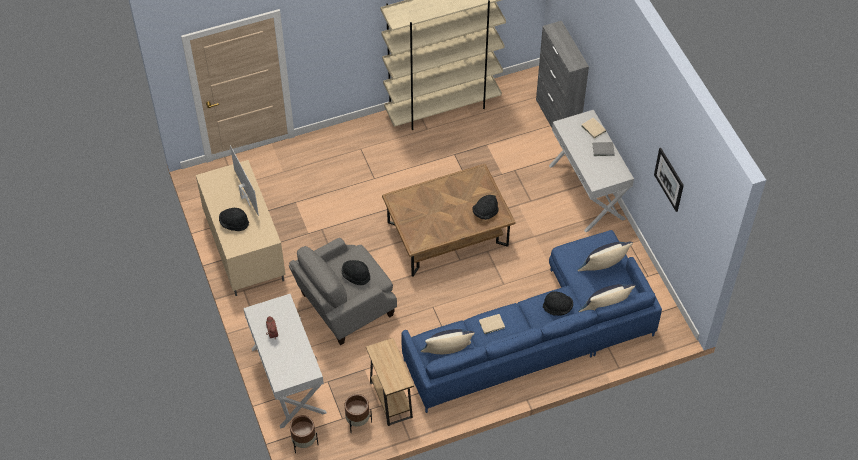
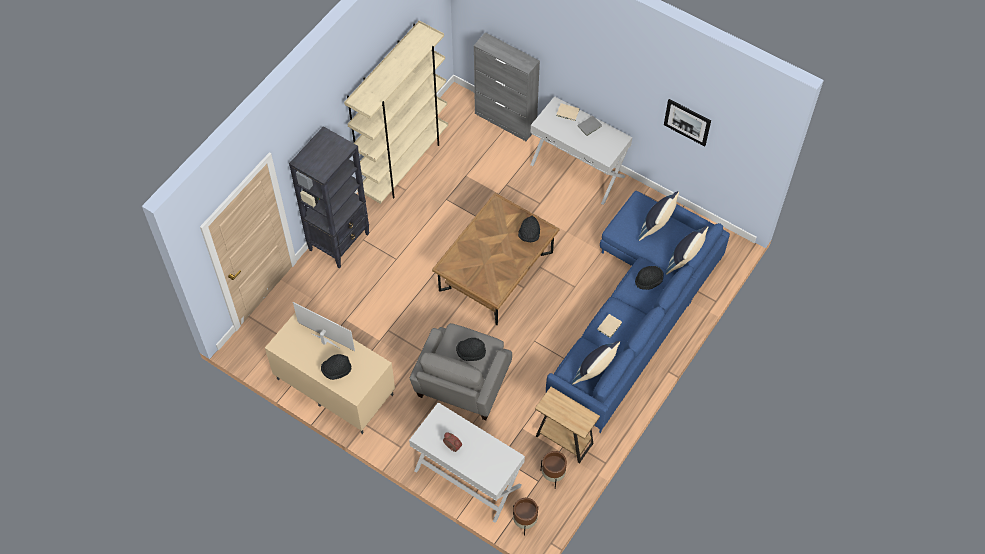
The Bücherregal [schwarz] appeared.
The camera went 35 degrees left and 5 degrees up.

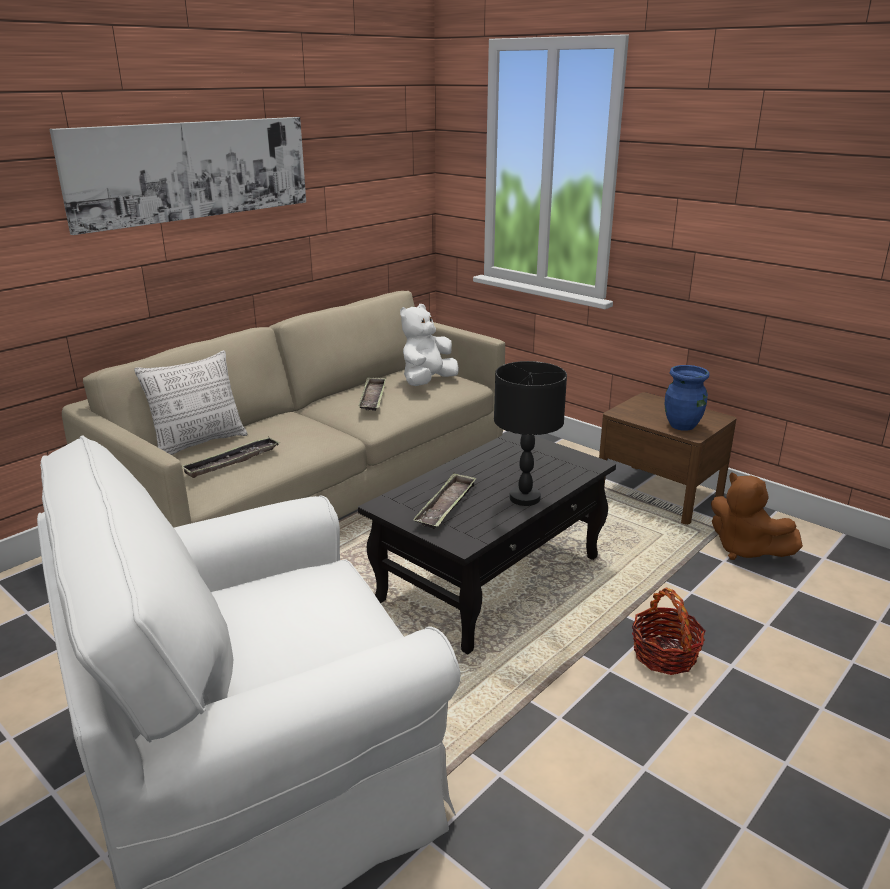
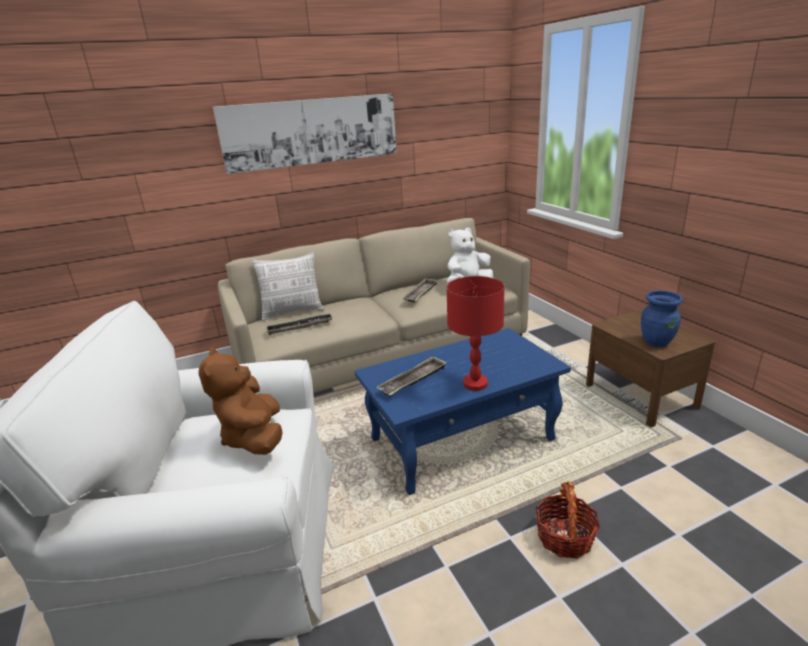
The Plüschtier [braun] moved.
The Couchtisch [schwarz] became the Couchtisch [blau].
The Tischlampe [schwarz] became the Tischlampe [rot].
The camera went 25 degrees right and 0 degrees up.

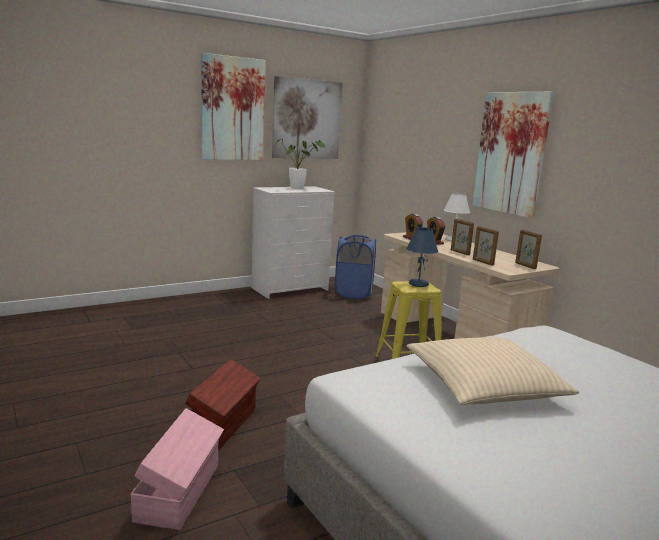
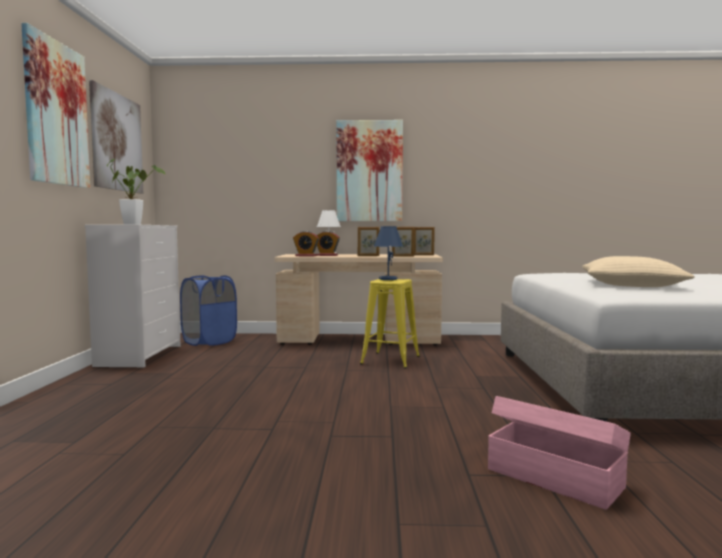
The Aufbewahrungsbox [braun] disappeared.
The camera went 55 degrees left and 10 degrees down.

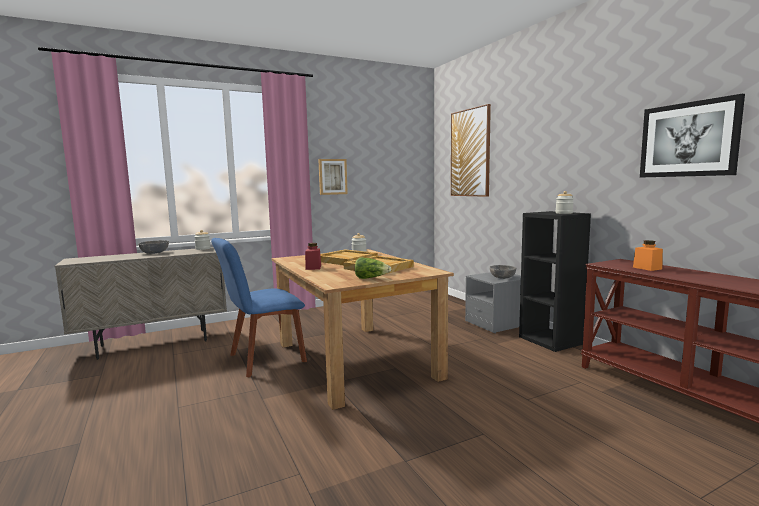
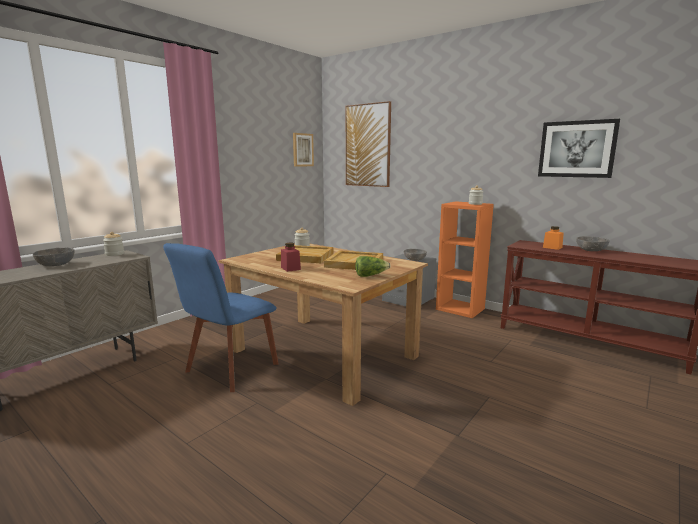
The Bild (no. 1 from left) moved.
The Bücherregal [schwarz] became the Bücherregal [orange].
The Schüssel [grau] (no. 3 from left) appeared.
The camera went 25 degrees left and 5 degrees up.

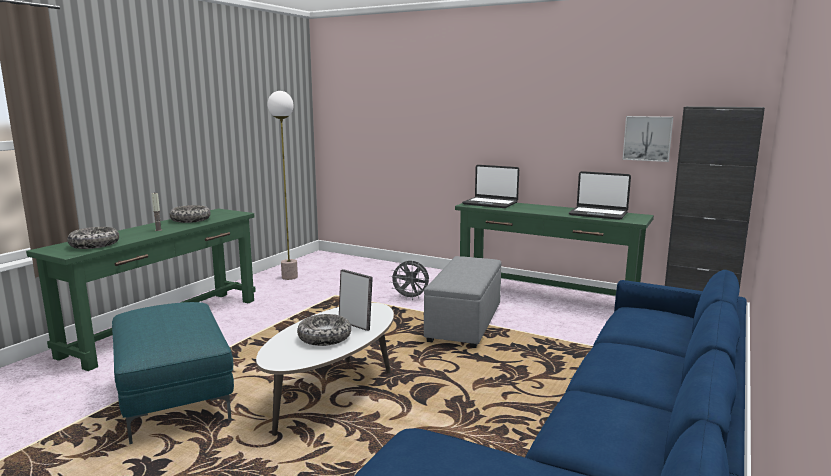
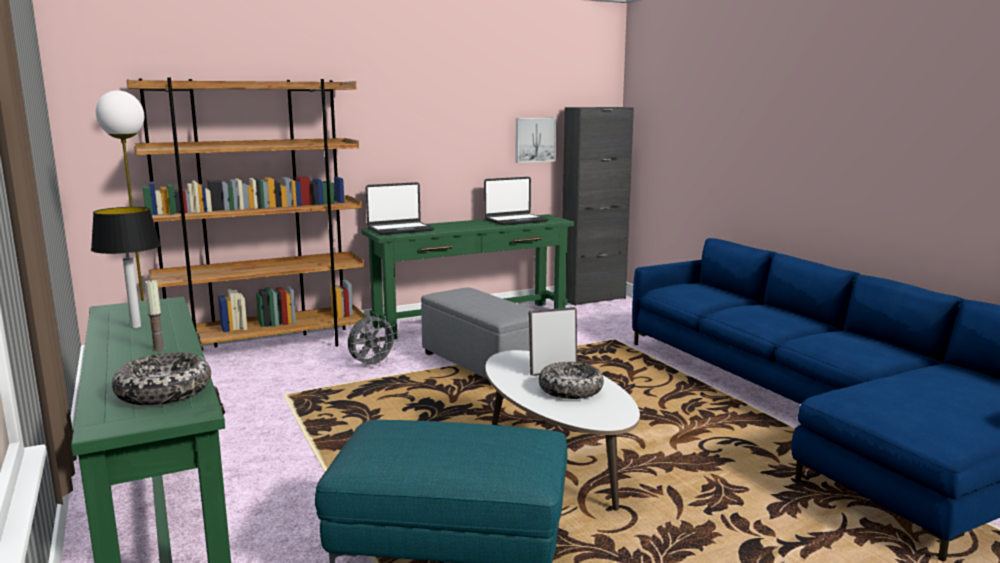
The Schüssel (no. 2 from left) was replaced by the Tischlampe.
The Bücherregal [braun] appeared.
The camera went 55 degrees left and 0 degrees up.

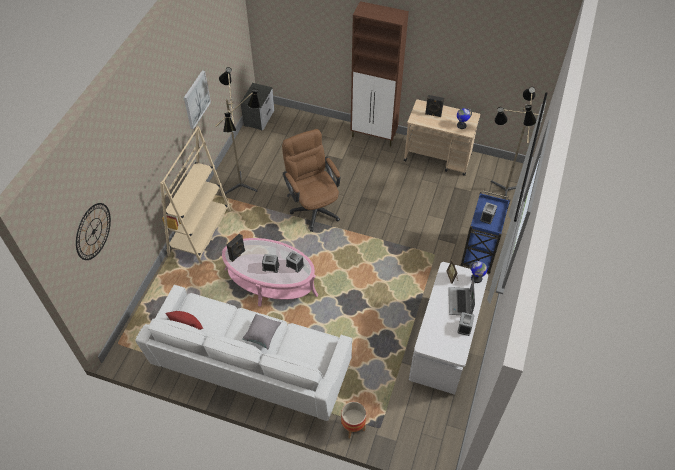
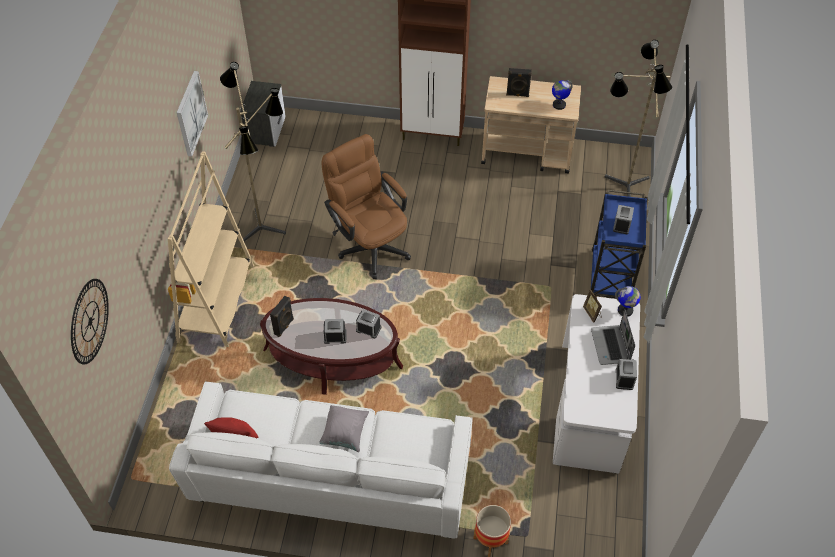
The Couchtisch [rosa] became the Couchtisch [braun].
The camera went 10 degrees left and 0 degrees up.

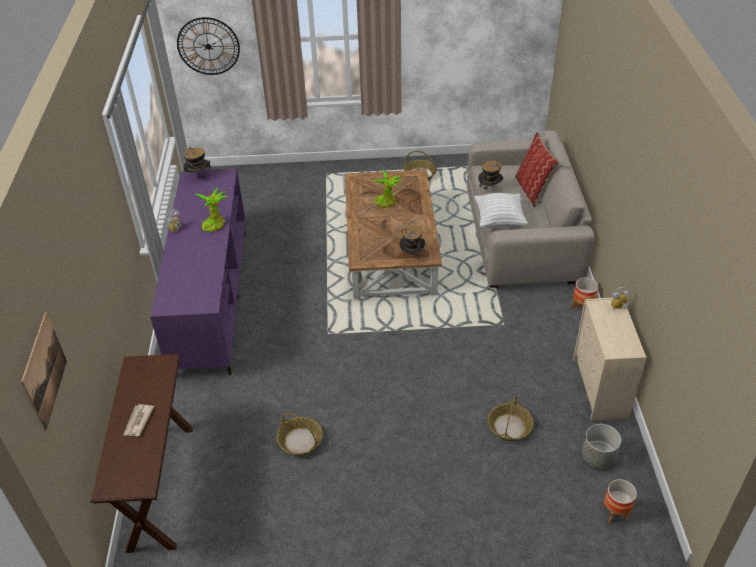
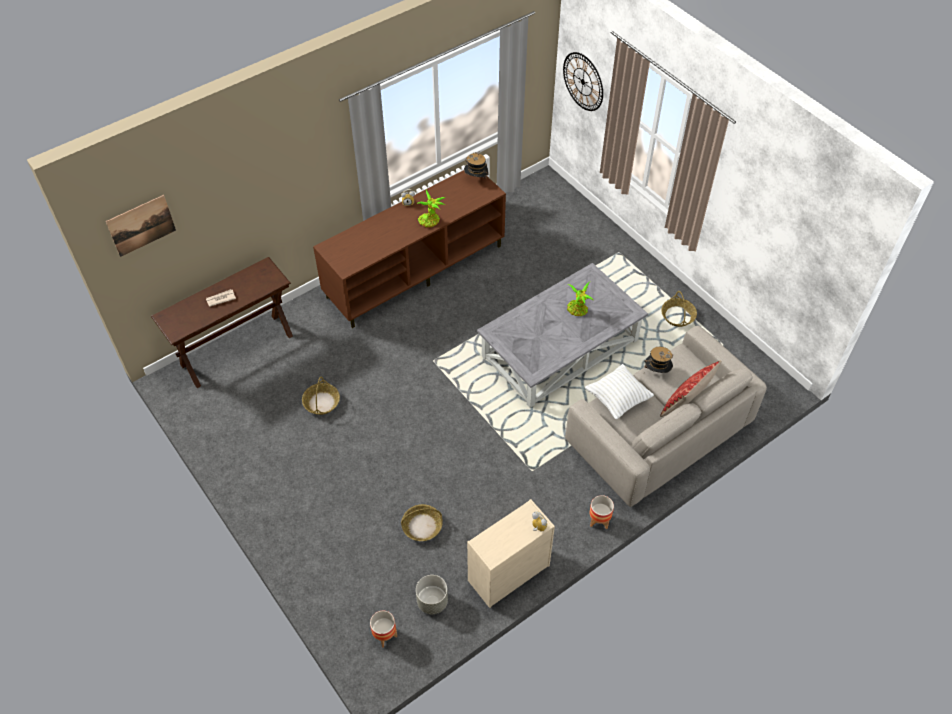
The Fernsehschrank [lila] became the Fernsehschrank [braun].
The Couchtisch [braun] became the Couchtisch [grau].
The Hut (no. 2 from left) disappeared.
The camera went 55 degrees right and 10 degrees up.

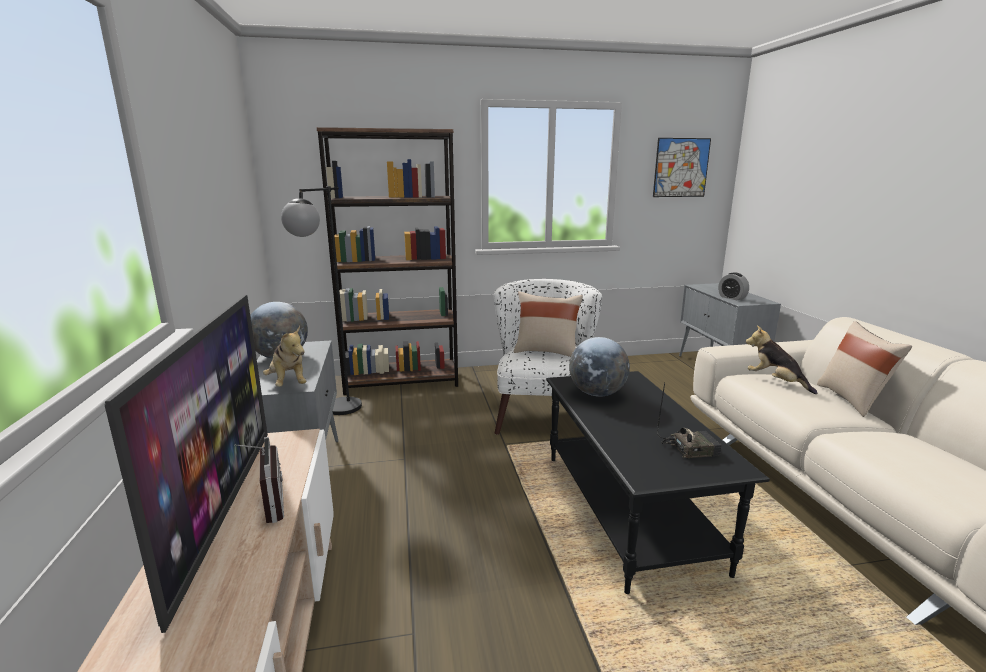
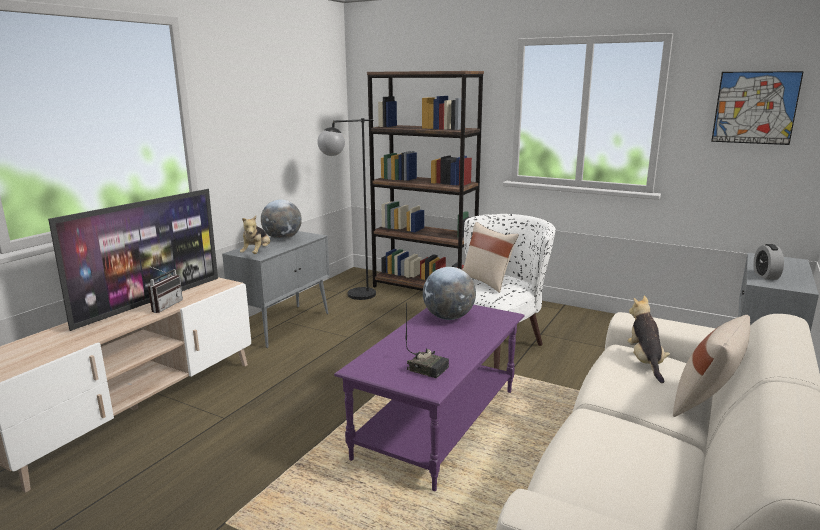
The Couchtisch [schwarz] became the Couchtisch [lila].
The camera went 40 degrees right and 0 degrees up.

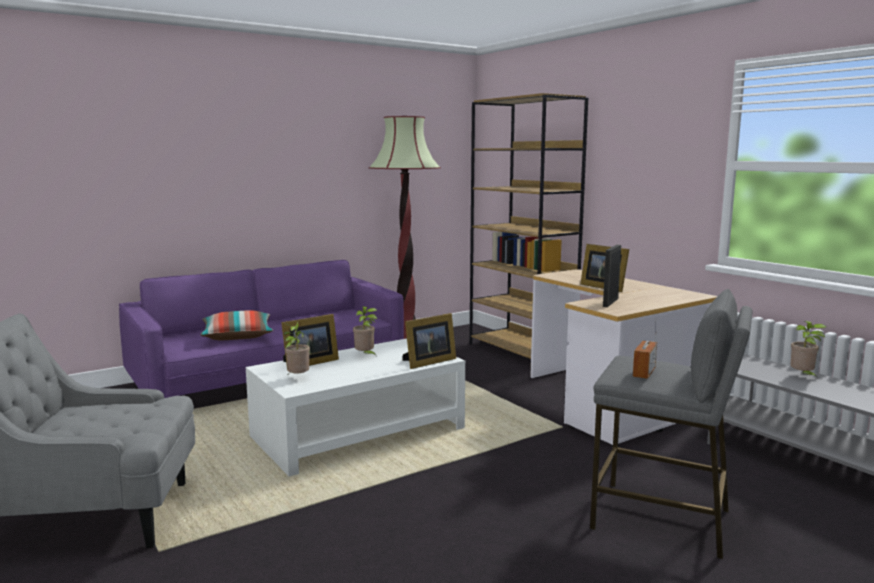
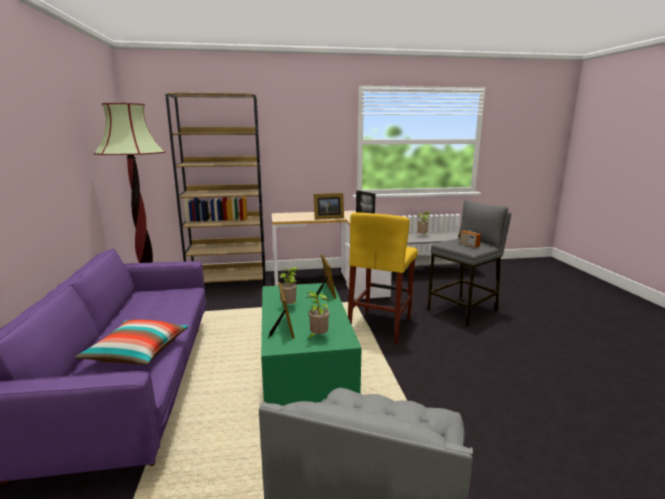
The Couchtisch [weiß] became the Couchtisch [grün].
The Hocker [gelb] appeared.
The camera went 65 degrees left and 5 degrees up.

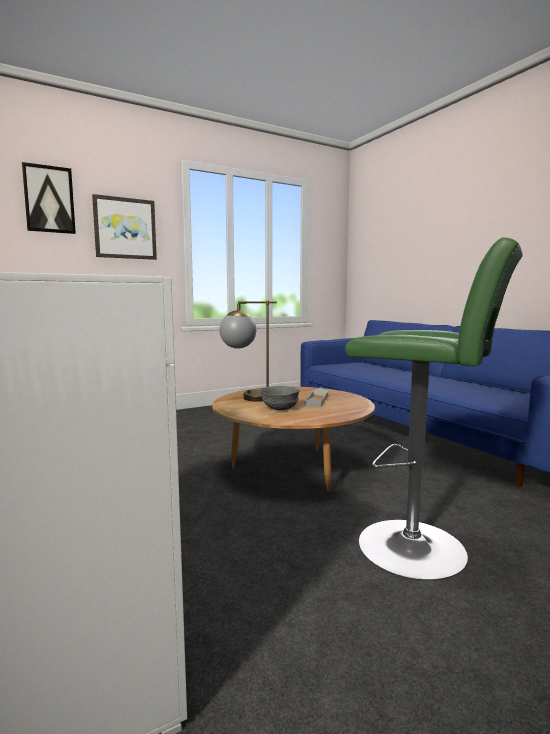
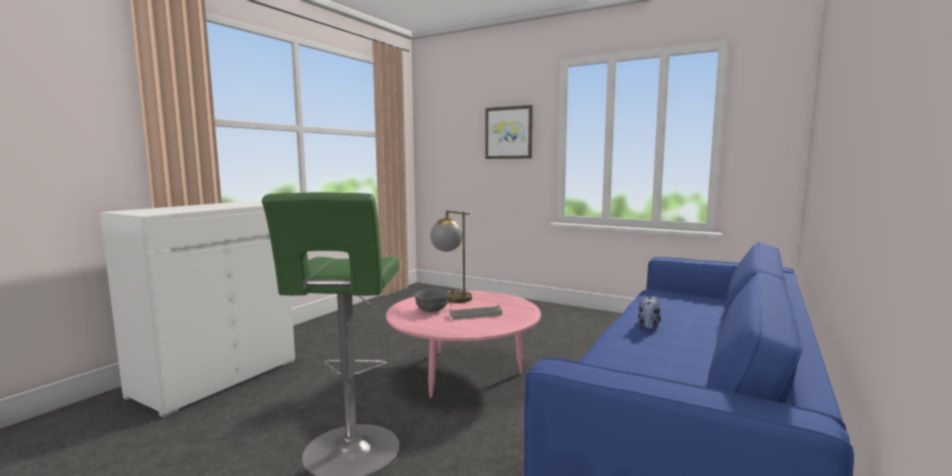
The Couchtisch [braun] became the Couchtisch [rosa].
The Plüschtier appeared.
The Bild (no. 1 from left) disappeared.
The camera went 60 degrees right and 0 degrees up.

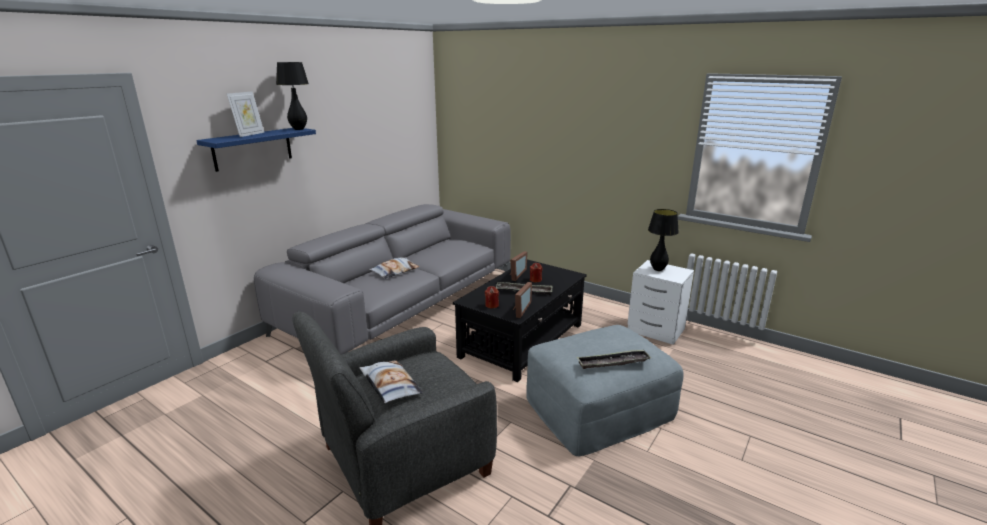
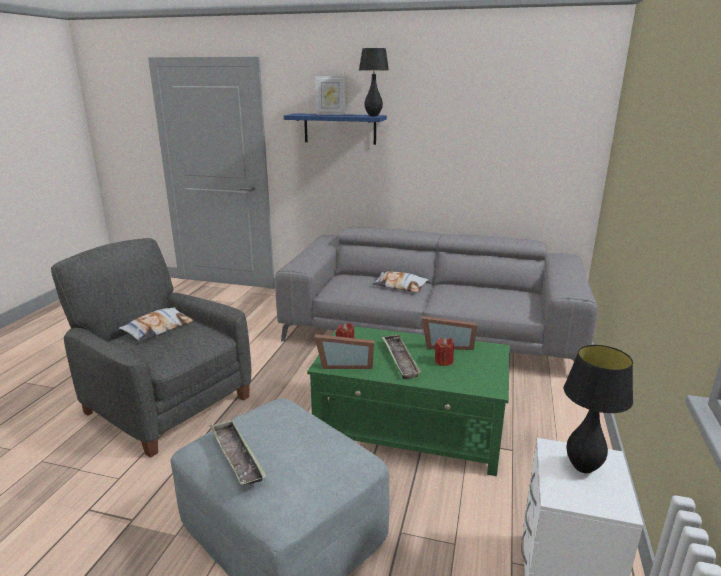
The Couchtisch [schwarz] became the Couchtisch [grün].
The camera went 70 degrees right and 0 degrees up.

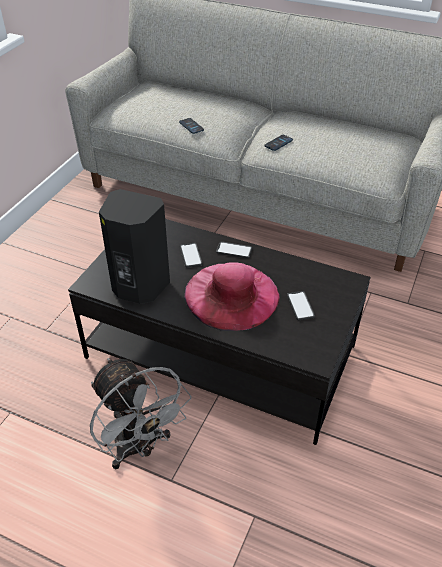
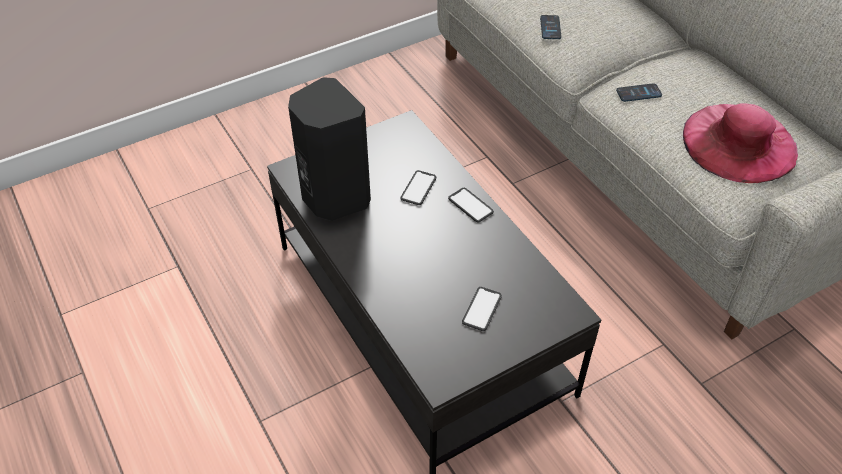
The Hut [rosa] moved.
The Ventilator [grau] disappeared.
The camera went 35 degrees right and 5 degrees up.

